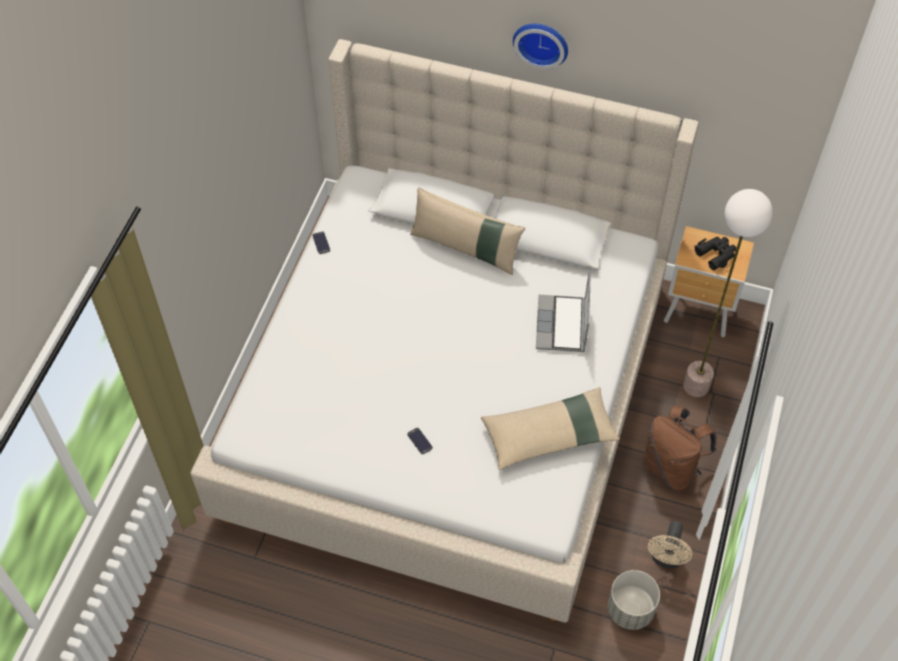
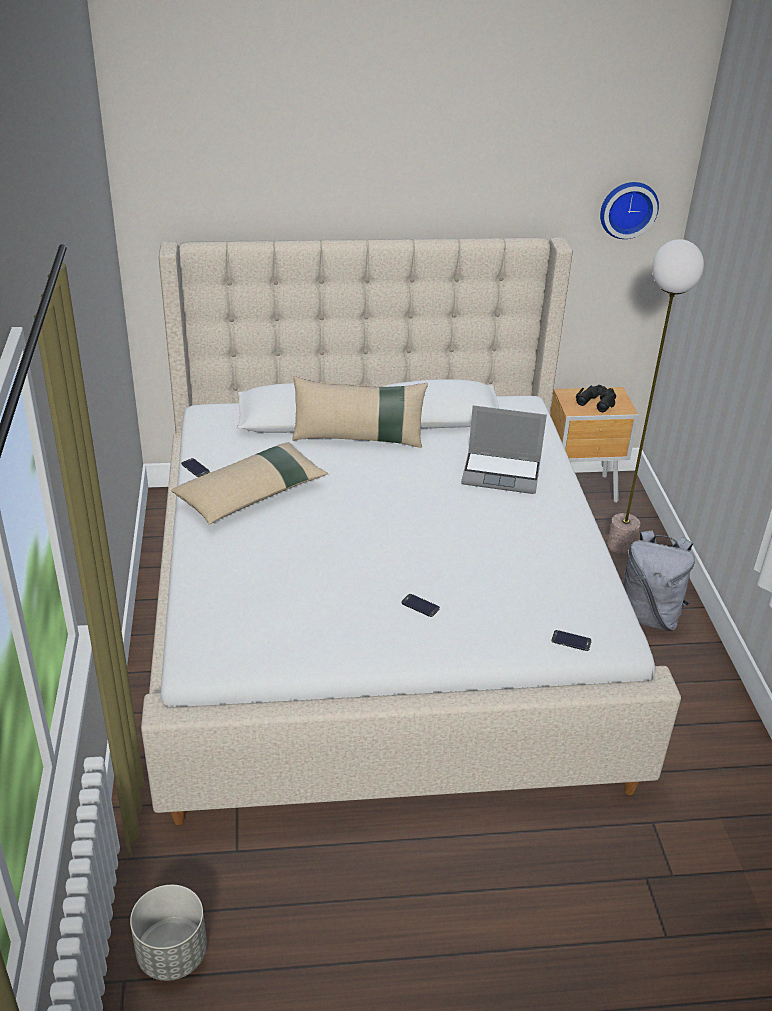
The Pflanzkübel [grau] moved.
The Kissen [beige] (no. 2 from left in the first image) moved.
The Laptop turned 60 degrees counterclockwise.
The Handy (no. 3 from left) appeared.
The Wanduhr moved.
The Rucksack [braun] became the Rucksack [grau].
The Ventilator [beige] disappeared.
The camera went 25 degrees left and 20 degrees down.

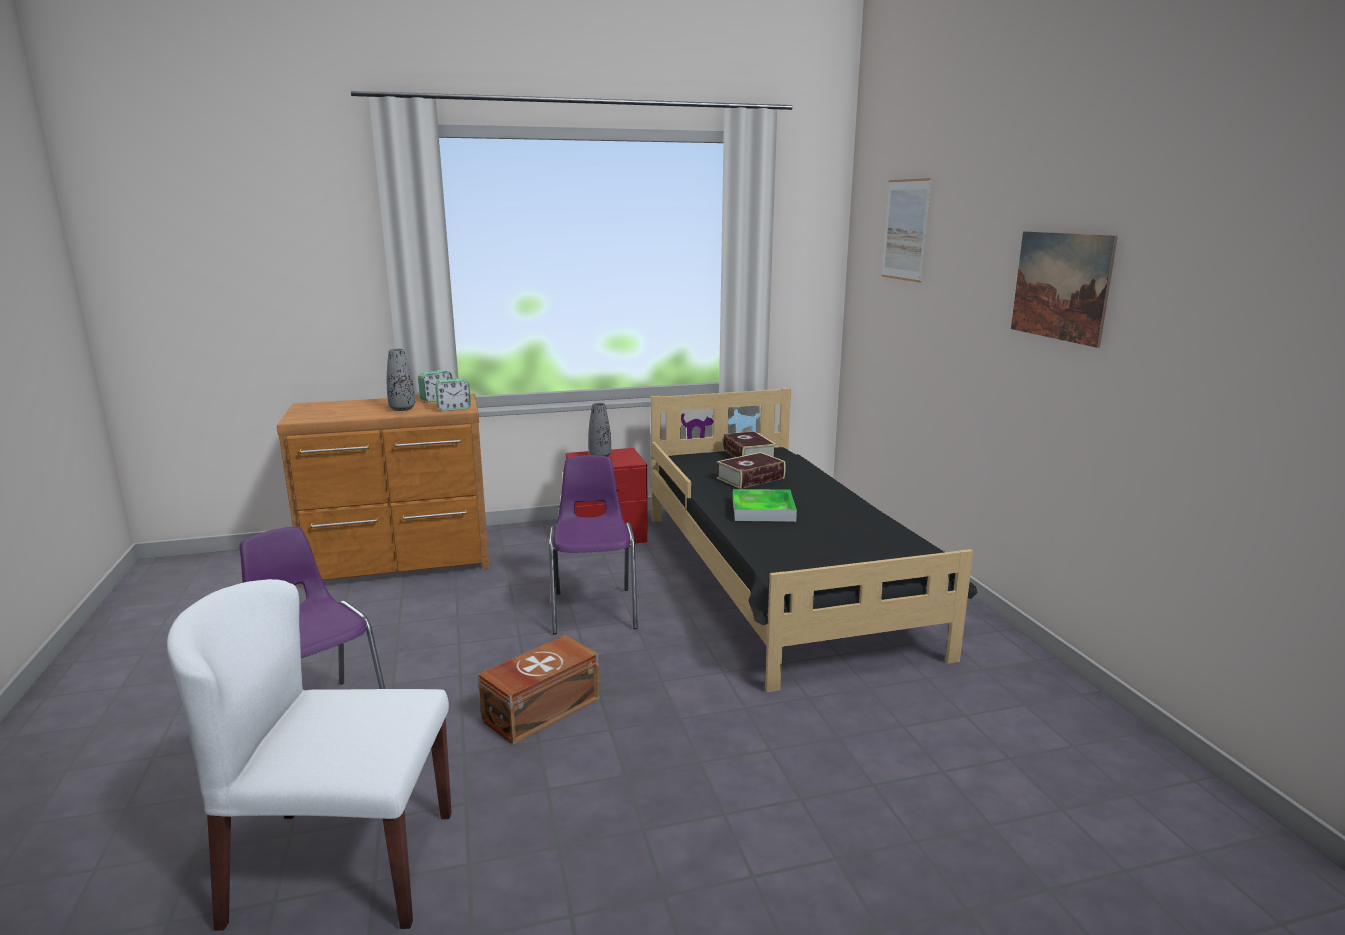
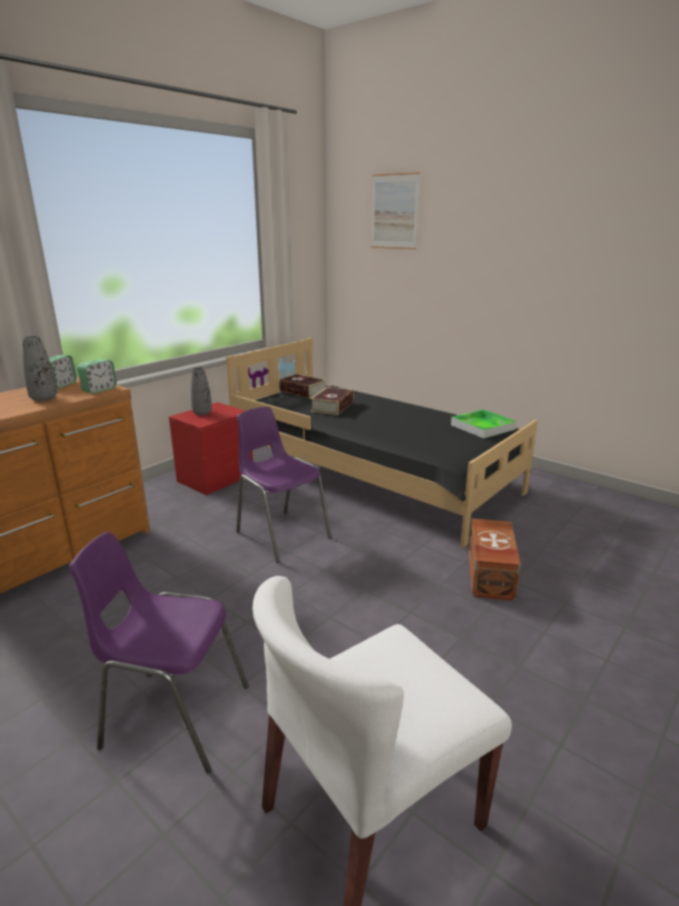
The Tablett moved.
The Aufbewahrungsbox [braun] moved.
The Bild (no. 2 from left) disappeared.
The camera went 35 degrees left and 5 degrees up.

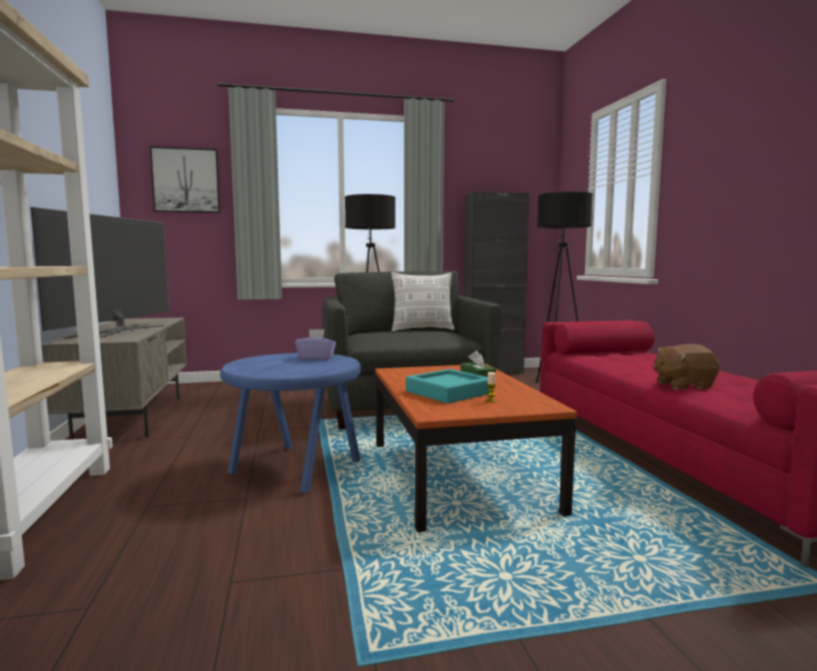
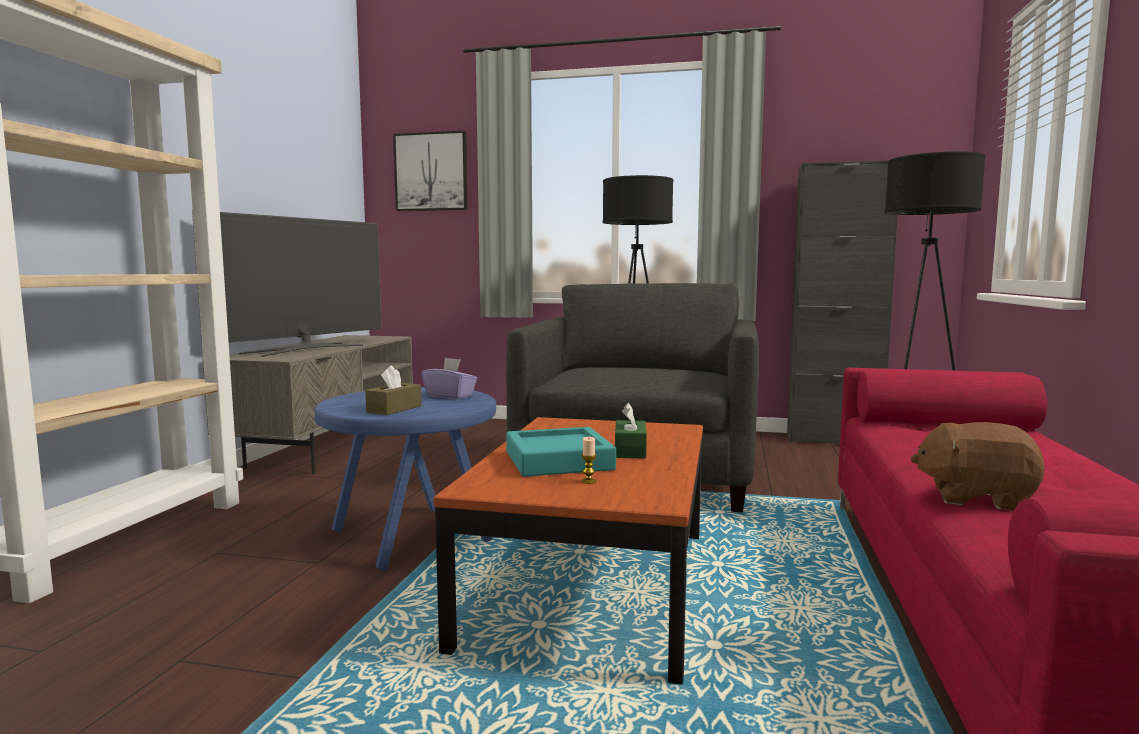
The Taschentuchbox [braun] appeared.
The Kissen disappeared.
The camera went 25 degrees right and 0 degrees up.

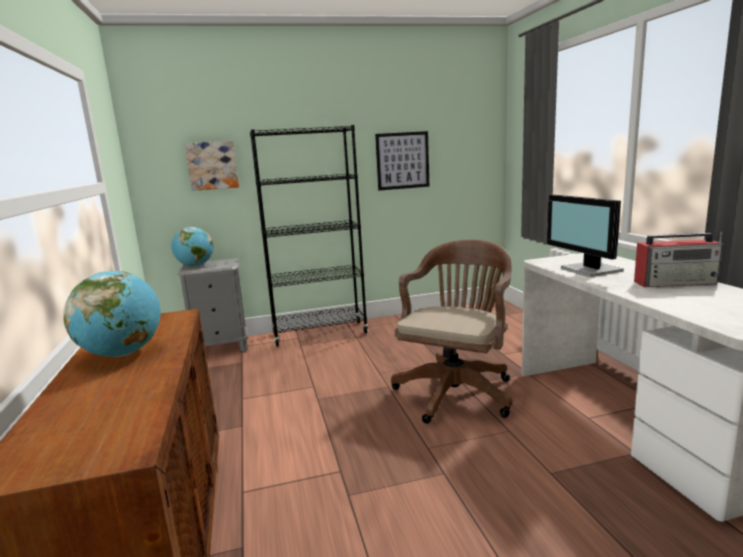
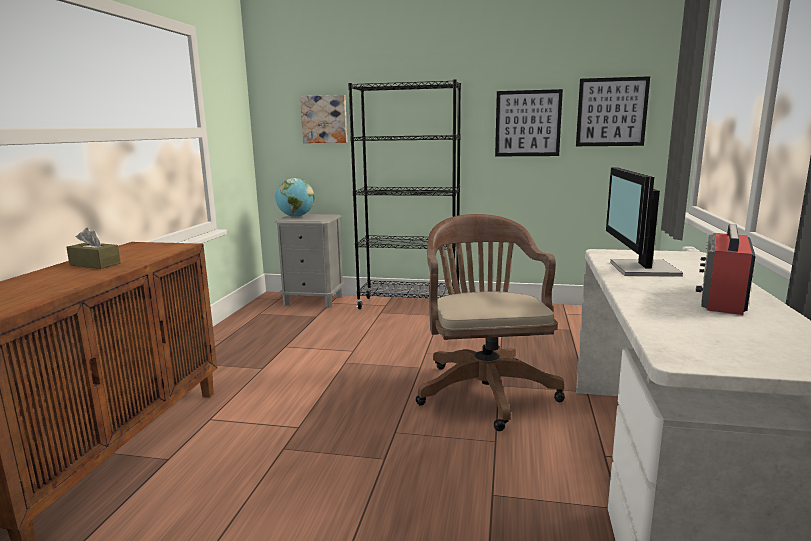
The Globus (no. 1 from left) was replaced by the Taschentuchbox [braun].
The Bürostuhl [braun] turned 60 degrees counterclockwise.
The Bild (no. 3 from left) appeared.
The Radio turned 90 degrees clockwise.
The camera went 25 degrees right and 0 degrees up.

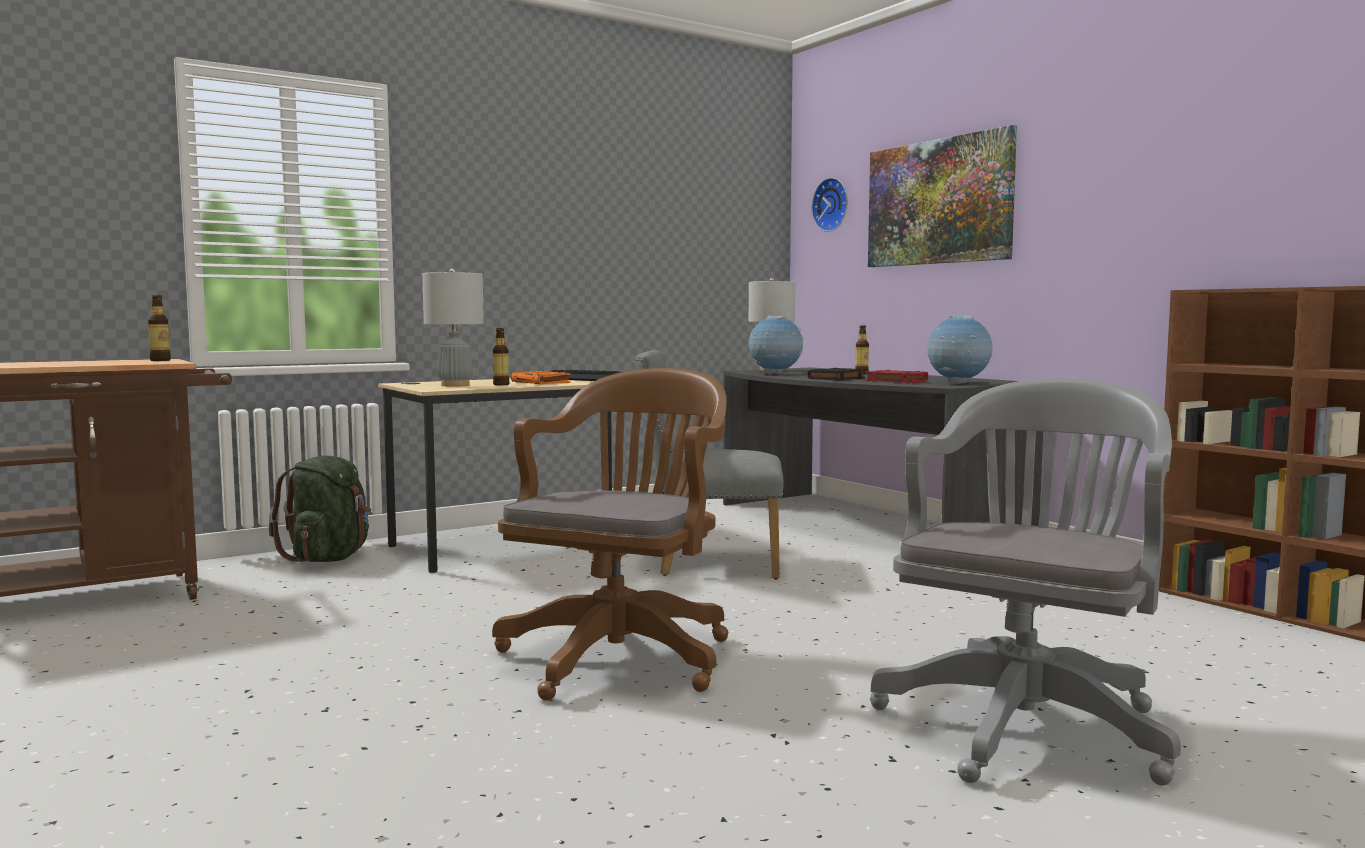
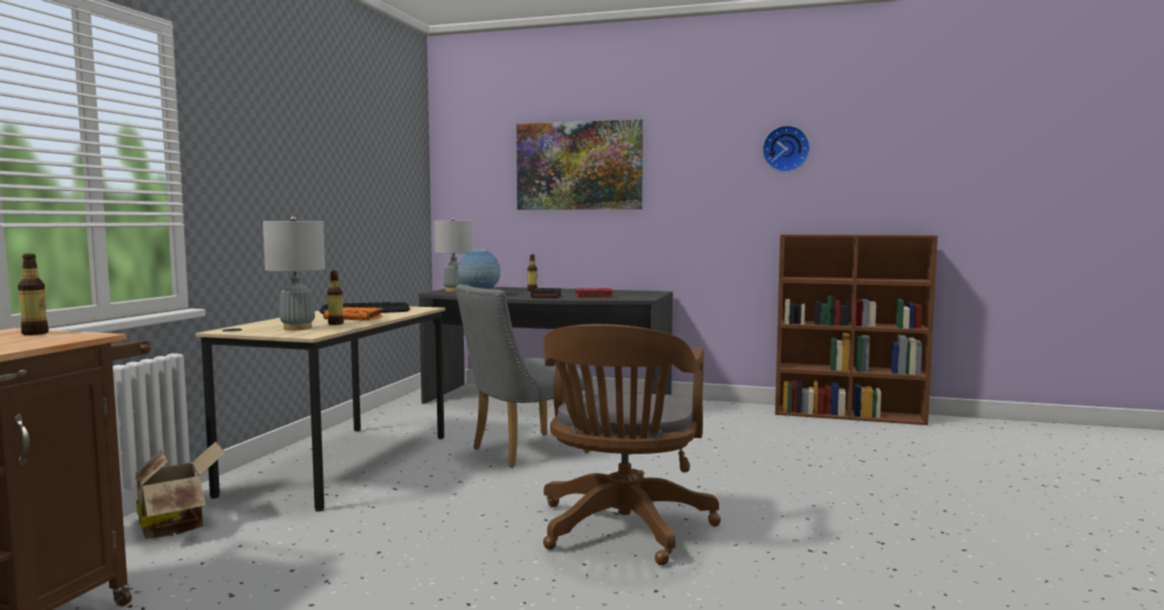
The Rucksack [grün] was replaced by the Karton.
The Bürostuhl [braun] turned 150 degrees counterclockwise.
The Wanduhr moved.
The Bürostuhl [grau] disappeared.
The Globus (no. 2 from left) disappeared.
The camera went 40 degrees left and 0 degrees up.

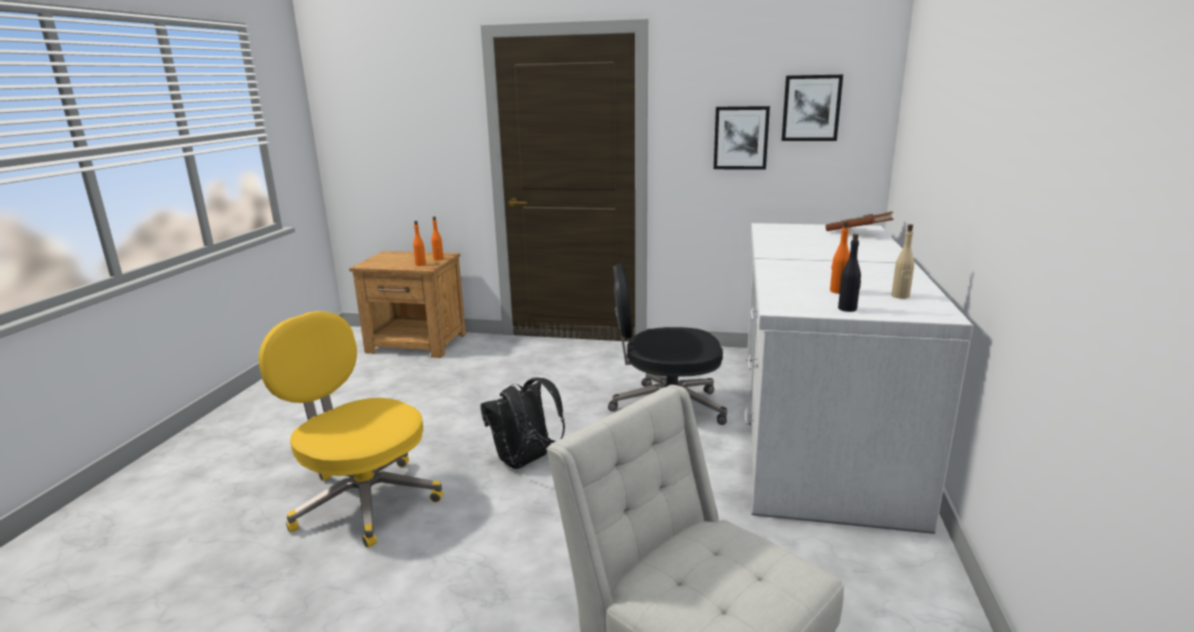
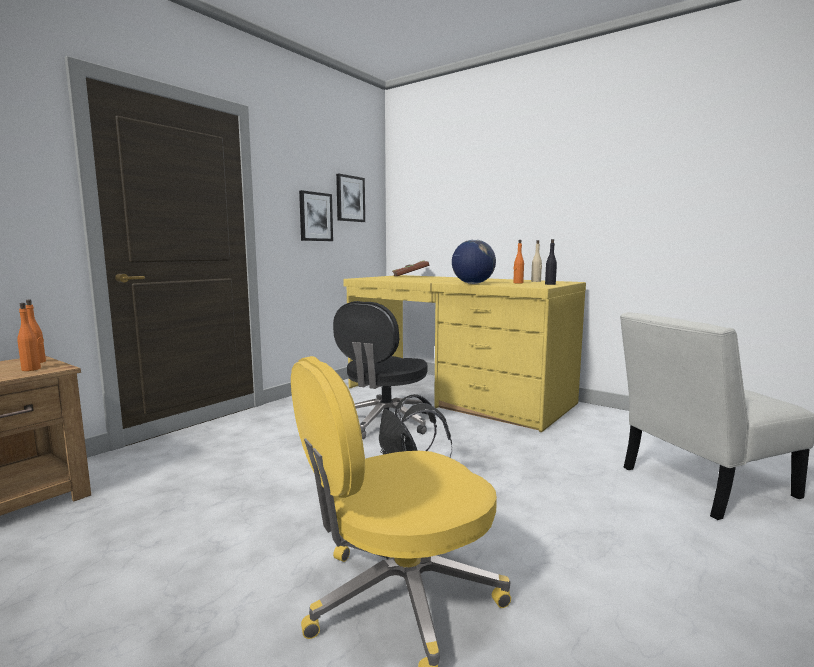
The Schreibtisch [weiß] became the Schreibtisch [gelb].
The Globus appeared.
The camera went 65 degrees left and 10 degrees down.

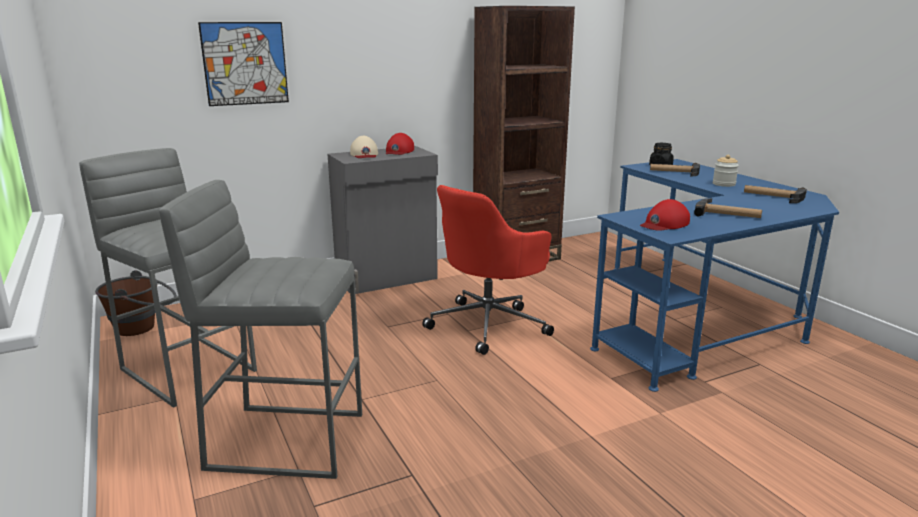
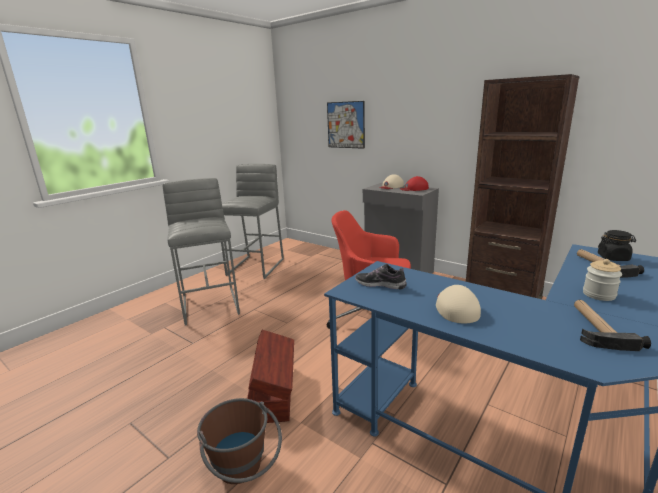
The Eimer [braun] moved.
The Aufbewahrungsbox [braun] appeared.
The Kappe [rot] (no. 2 from left) was replaced by the Schuh.
The Hammer (no. 2 from left) was replaced by the Kappe [beige] (no. 2 from left).
The camera went 65 degrees right and 0 degrees up.

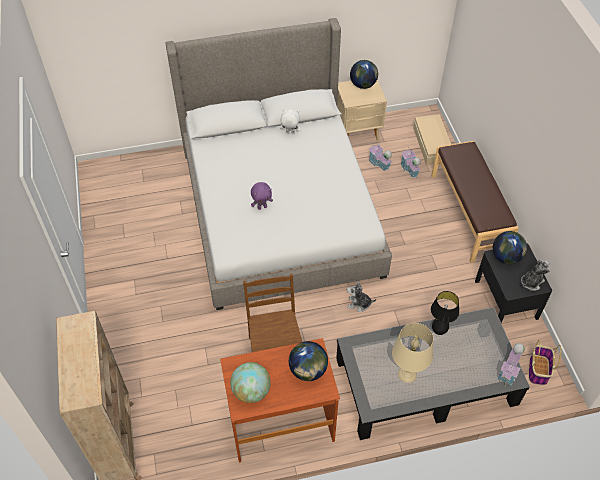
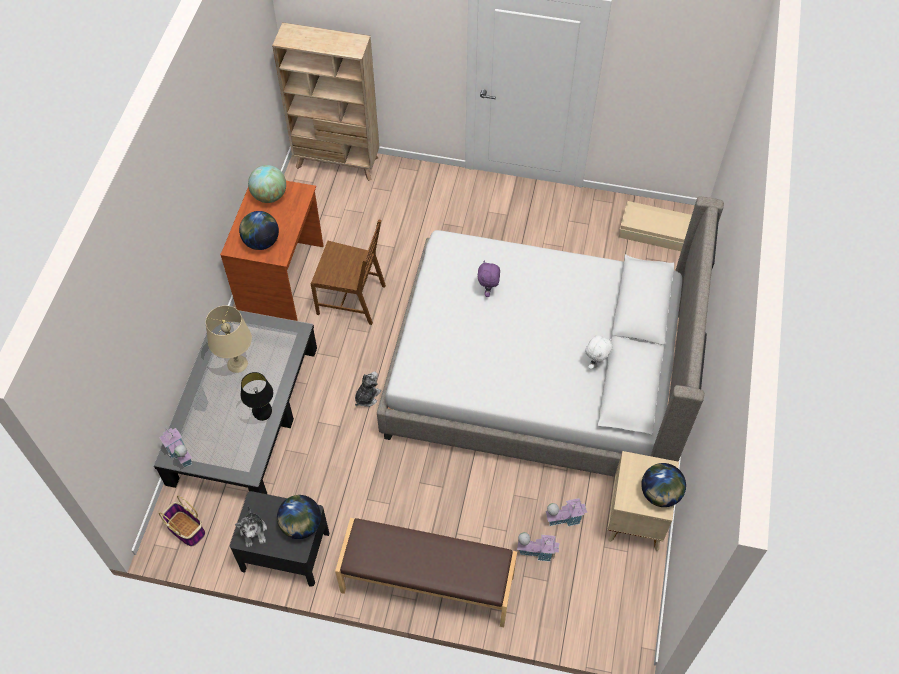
The Aufbewahrungsbox [beige] moved.
The camera went 115 degrees right and 5 degrees up.

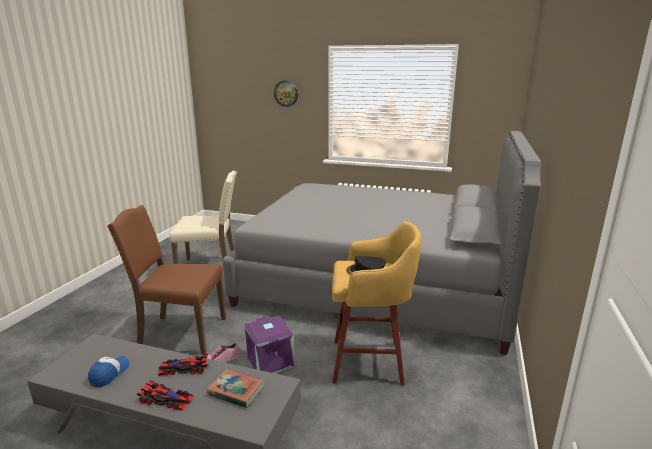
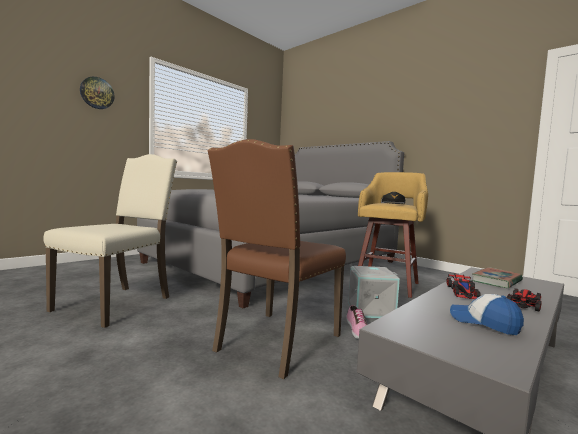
The Aufbewahrungsbox [lila] became the Aufbewahrungsbox [grau].
The camera went 65 degrees left and 15 degrees down.

